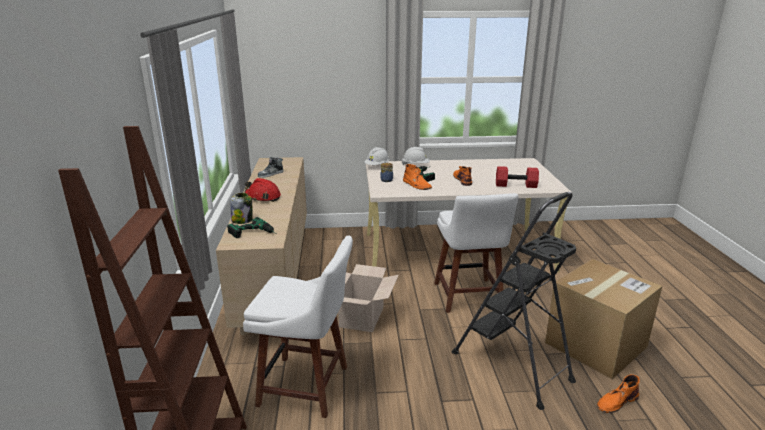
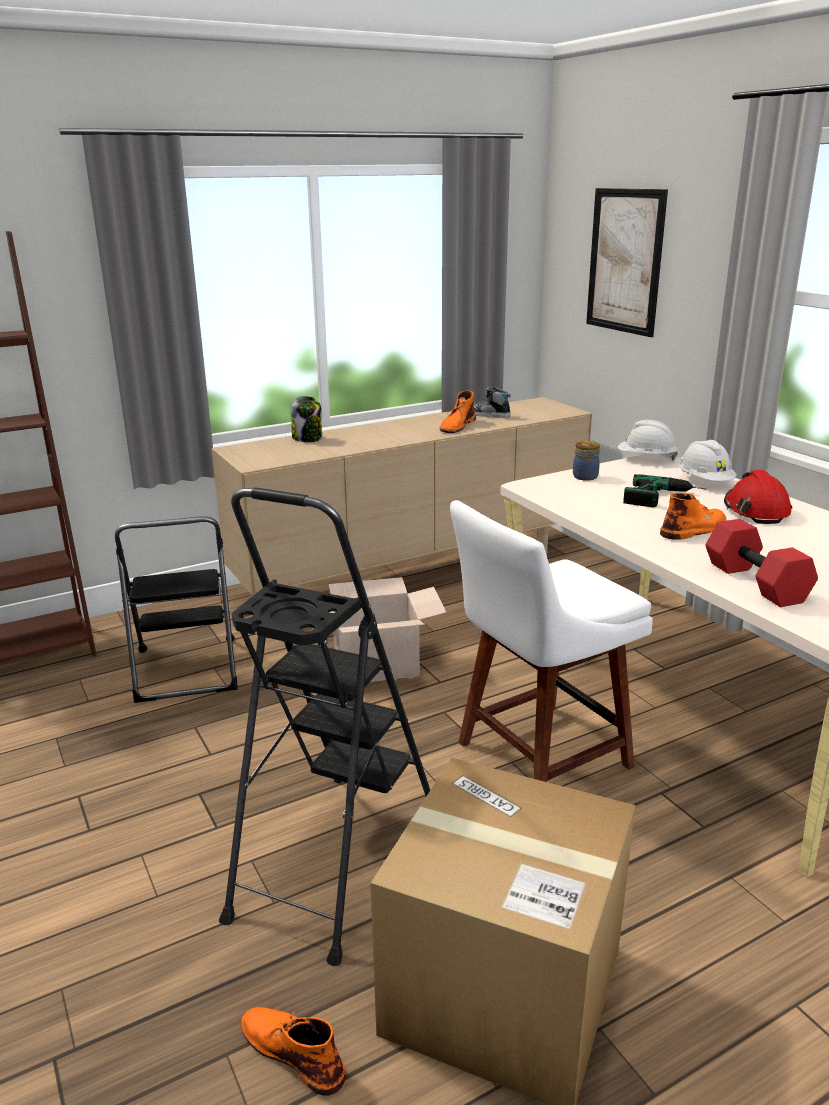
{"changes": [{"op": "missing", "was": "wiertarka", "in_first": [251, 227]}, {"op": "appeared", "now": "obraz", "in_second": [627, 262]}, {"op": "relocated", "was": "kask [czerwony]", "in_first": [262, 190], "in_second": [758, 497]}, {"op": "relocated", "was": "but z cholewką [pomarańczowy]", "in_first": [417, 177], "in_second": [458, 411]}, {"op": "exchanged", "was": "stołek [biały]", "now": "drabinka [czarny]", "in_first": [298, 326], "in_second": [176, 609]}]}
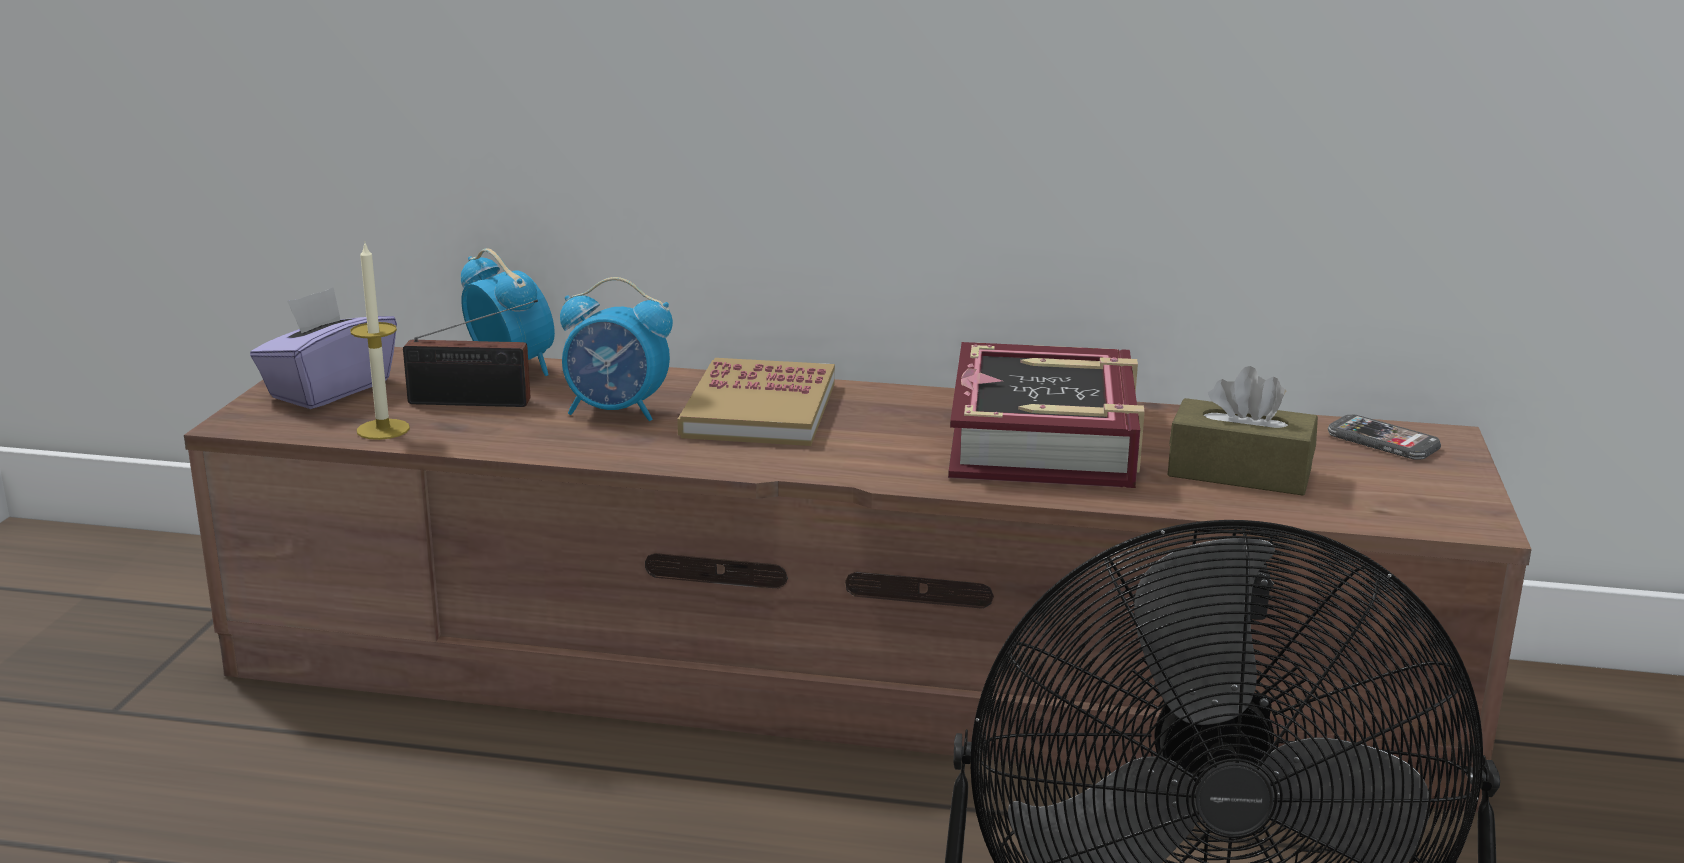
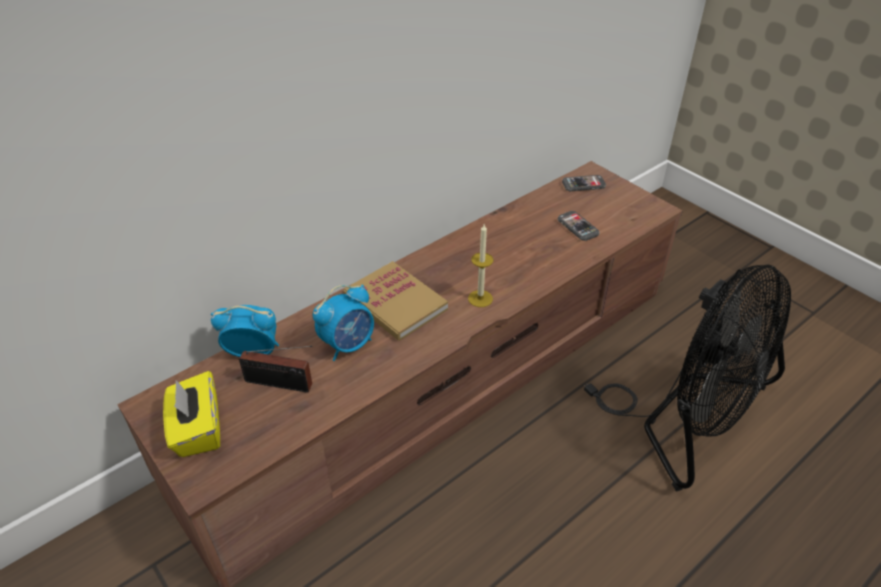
{"changes": [{"op": "missing", "was": "książka", "in_first": [1046, 415]}, {"op": "relocated", "was": "świeca", "in_first": [380, 340], "in_second": [480, 265]}, {"op": "exchanged", "was": "pudełko chusteczek [brązowy]", "now": "telefon", "in_first": [1243, 430], "in_second": [579, 226]}, {"op": "colour", "was": "pudełko chusteczek [fioletowy]", "now": "pudełko chusteczek [żółty]", "in_first": [323, 348], "in_second": [191, 414]}, {"op": "spun", "was": "radio", "in_first": [470, 353], "in_second": [275, 369], "clockwise": 60}]}
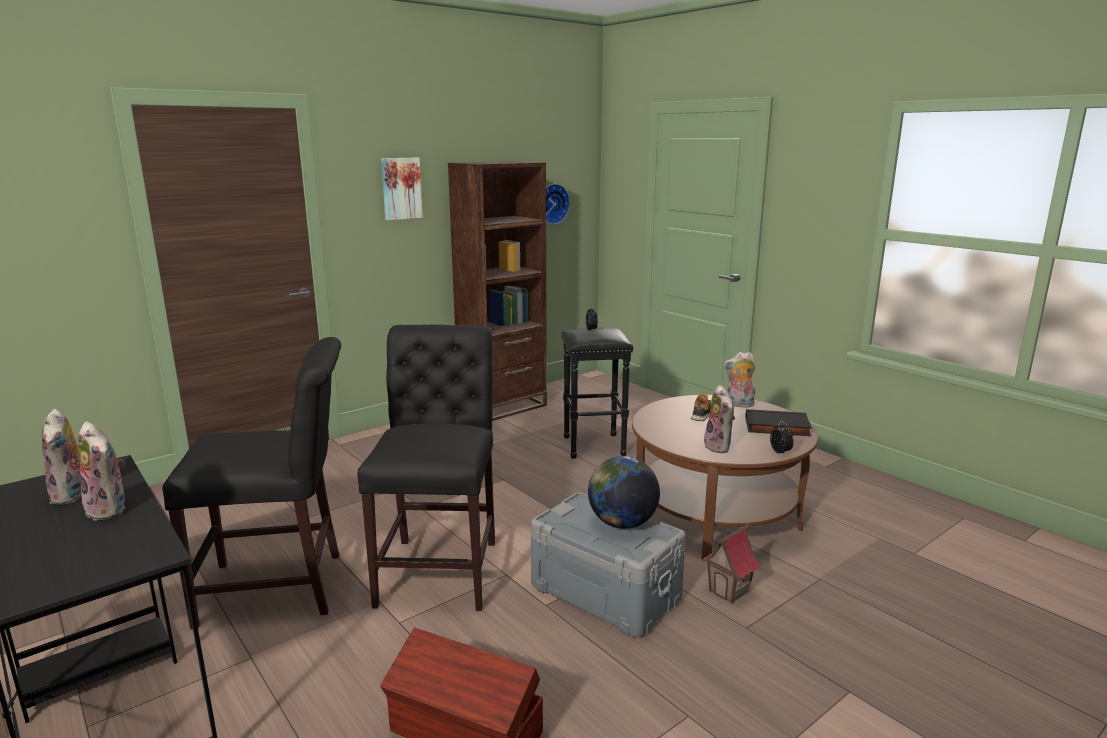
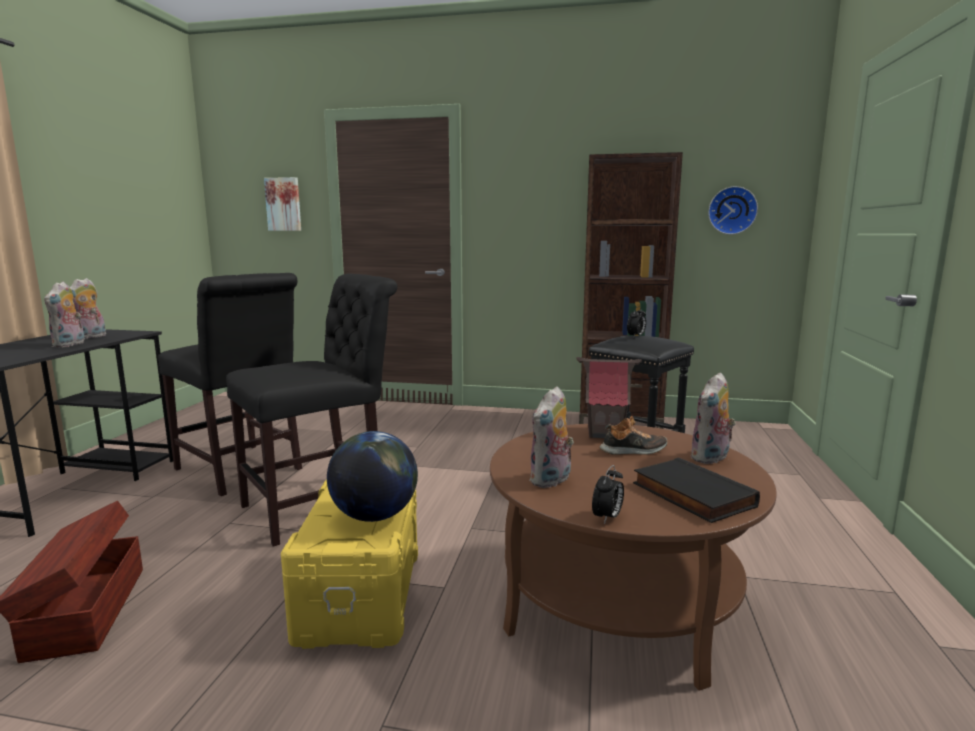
{"changes": [{"op": "relocated", "was": "obraz", "in_first": [402, 189], "in_second": [282, 204]}, {"op": "relocated", "was": "domek", "in_first": [732, 563], "in_second": [609, 397]}, {"op": "colour", "was": "pojemnik do przechowywania [szary]", "now": "pojemnik do przechowywania [żółty]", "in_first": [608, 564], "in_second": [349, 564]}, {"op": "spun", "was": "pluszak", "in_first": [739, 380], "in_second": [713, 418], "clockwise": -105}]}
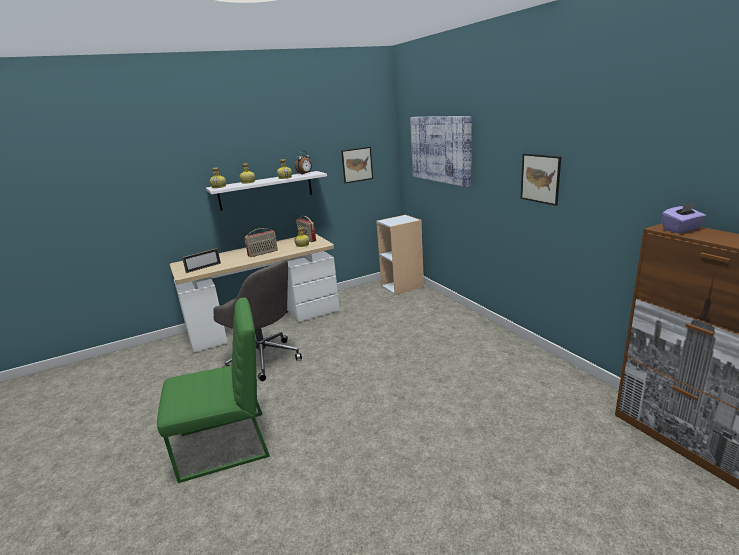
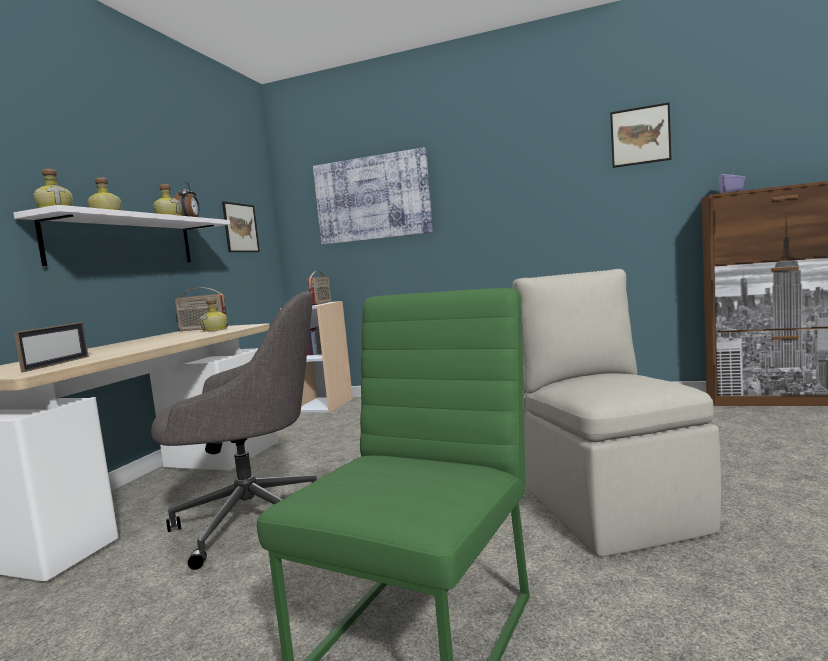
{"changes": [{"op": "appeared", "now": "krzesło [beżowy]", "in_second": [616, 413]}, {"op": "relocated", "was": "radio", "in_first": [261, 242], "in_second": [319, 288]}, {"op": "relocated", "was": "obraz", "in_first": [541, 180], "in_second": [640, 135]}]}
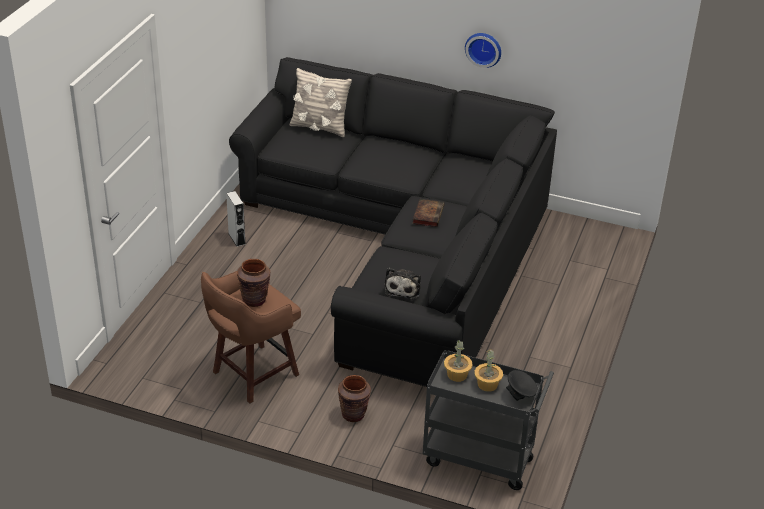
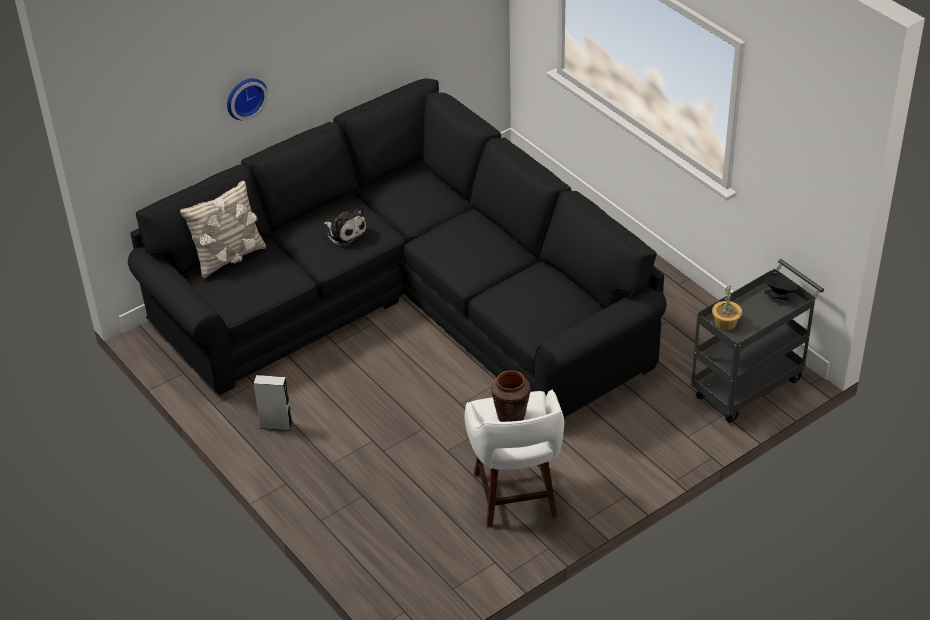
{"changes": [{"op": "missing", "was": "wazon [brązowy]", "in_first": [354, 398]}, {"op": "missing", "was": "książka", "in_first": [428, 213]}, {"op": "missing", "was": "roślina doniczkowa", "in_first": [488, 370]}, {"op": "relocated", "was": "pluszak", "in_first": [403, 284], "in_second": [346, 227]}, {"op": "relocated", "was": "zegar ścienny", "in_first": [483, 50], "in_second": [247, 99]}, {"op": "colour", "was": "stołek [brązowy]", "now": "stołek [biały]", "in_first": [251, 337], "in_second": [514, 459]}]}
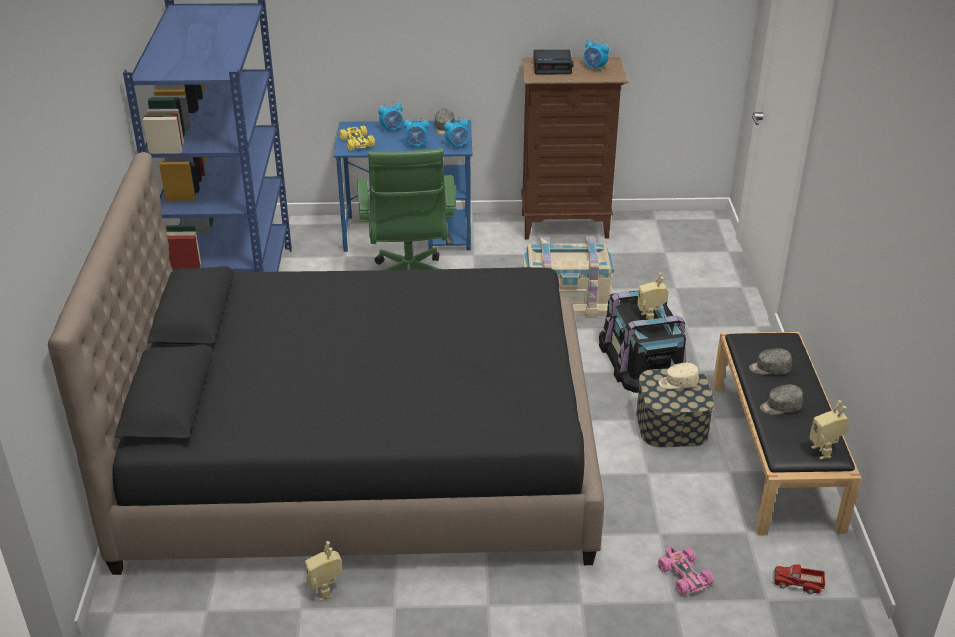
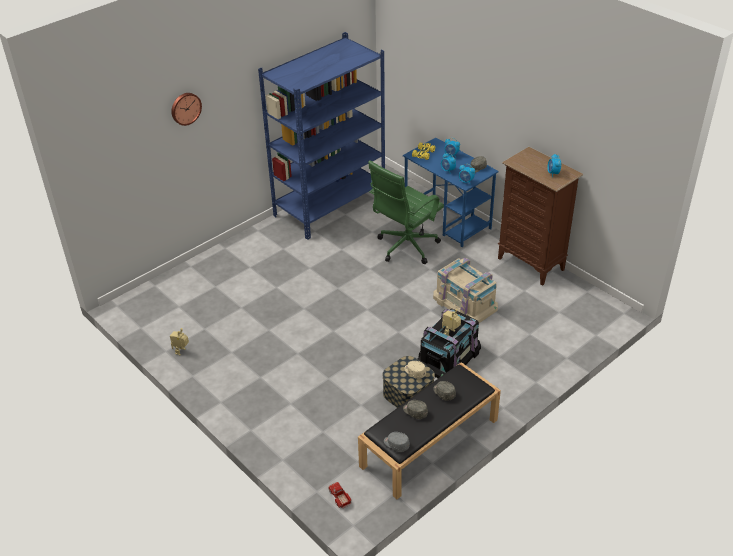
{"changes": [{"op": "missing", "was": "łóżko [czarny]", "in_first": [326, 363]}, {"op": "missing", "was": "budzik", "in_first": [553, 62]}, {"op": "missing", "was": "samochodzik [różowy]", "in_first": [686, 571]}, {"op": "appeared", "now": "zegar ścienny", "in_second": [186, 109]}, {"op": "exchanged", "was": "robot zabawkowy", "now": "czapka z daszkiem [szary]", "in_first": [829, 430], "in_second": [397, 442]}]}
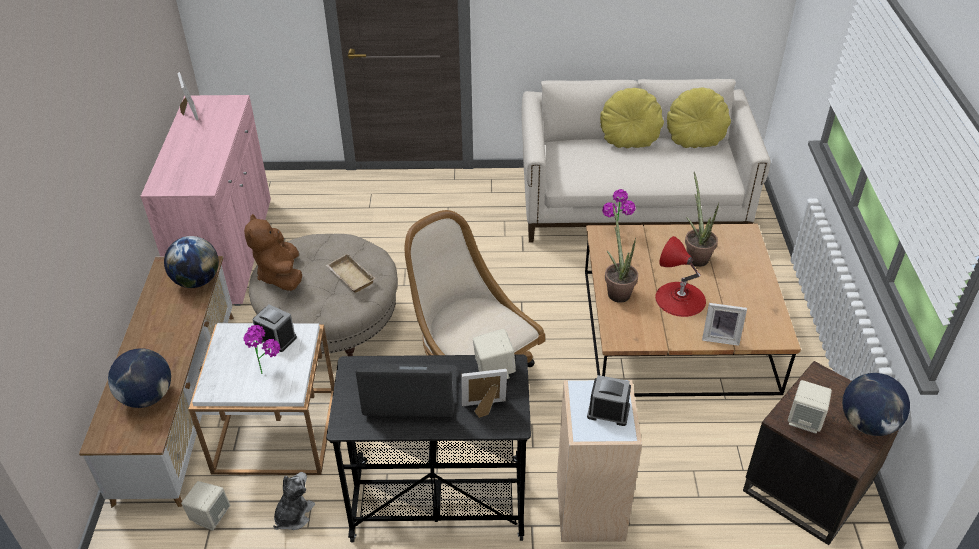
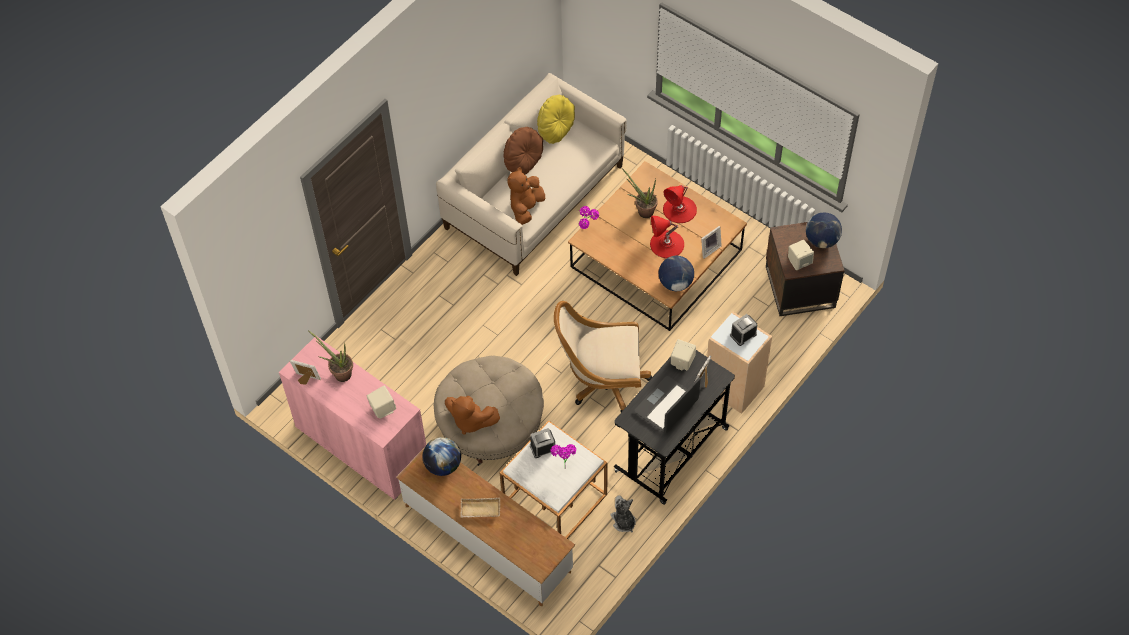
{"changes": [{"op": "appeared", "now": "pluszak [brązowy]", "in_second": [526, 196]}, {"op": "appeared", "now": "lampa stołowa [czerwony]", "in_second": [680, 204]}, {"op": "relocated", "was": "globus", "in_first": [139, 378], "in_second": [676, 273]}, {"op": "relocated", "was": "głośnik [beżowy]", "in_first": [205, 506], "in_second": [381, 402]}, {"op": "relocated", "was": "taca [beżowy]", "in_first": [350, 273], "in_second": [480, 507]}, {"op": "relocated", "was": "roślina doniczkowa", "in_first": [621, 253], "in_second": [330, 356]}, {"op": "colour", "was": "poduszka [żółty]", "now": "poduszka [brązowy]", "in_first": [632, 118], "in_second": [523, 150]}]}
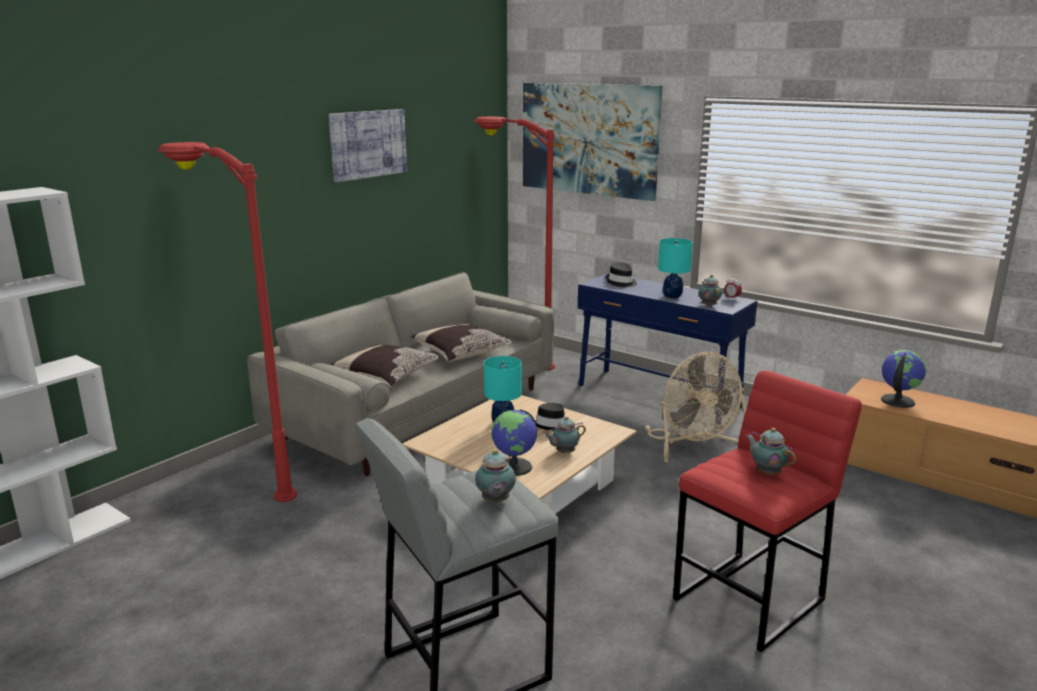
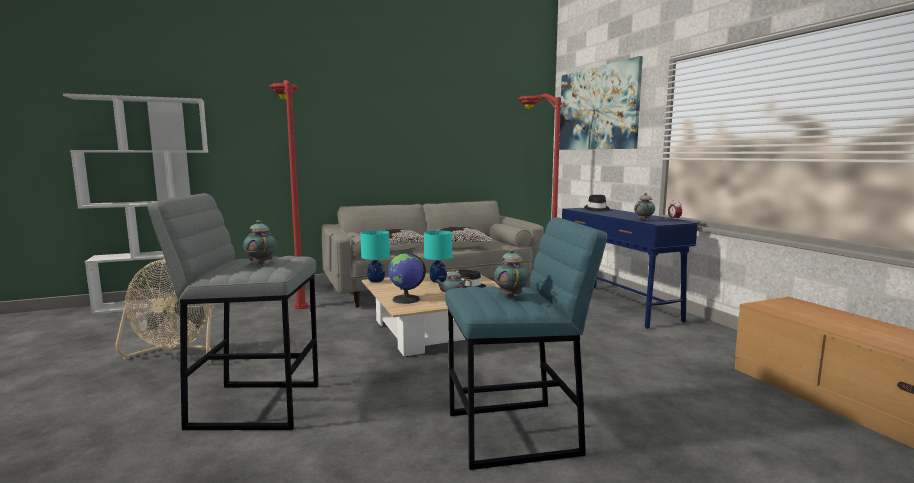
{"changes": [{"op": "missing", "was": "obraz", "in_first": [368, 145]}, {"op": "missing", "was": "globus", "in_first": [903, 379]}, {"op": "relocated", "was": "wentylator [beżowy]", "in_first": [695, 407], "in_second": [165, 311]}, {"op": "relocated", "was": "lampa stołowa [turkusowy]", "in_first": [675, 268], "in_second": [375, 256]}, {"op": "colour", "was": "stołek [czerwony]", "now": "stołek [niebieski]", "in_first": [767, 511], "in_second": [526, 343]}, {"op": "spun", "was": "imbryk", "in_first": [495, 476], "in_second": [260, 242], "clockwise": 120}]}
